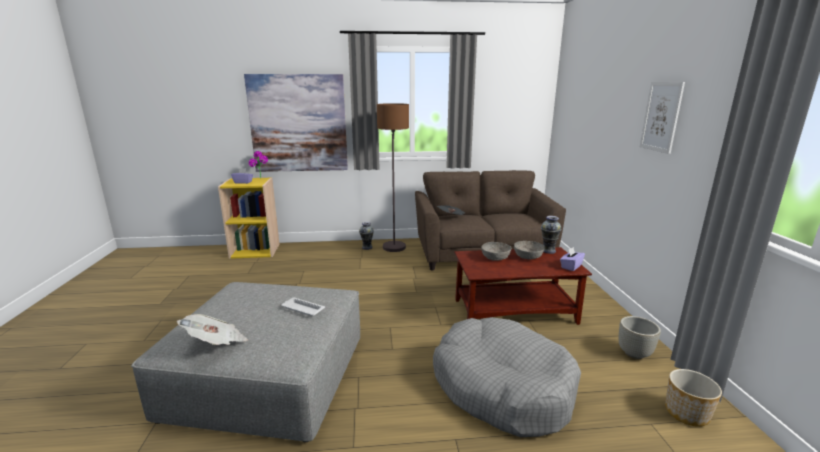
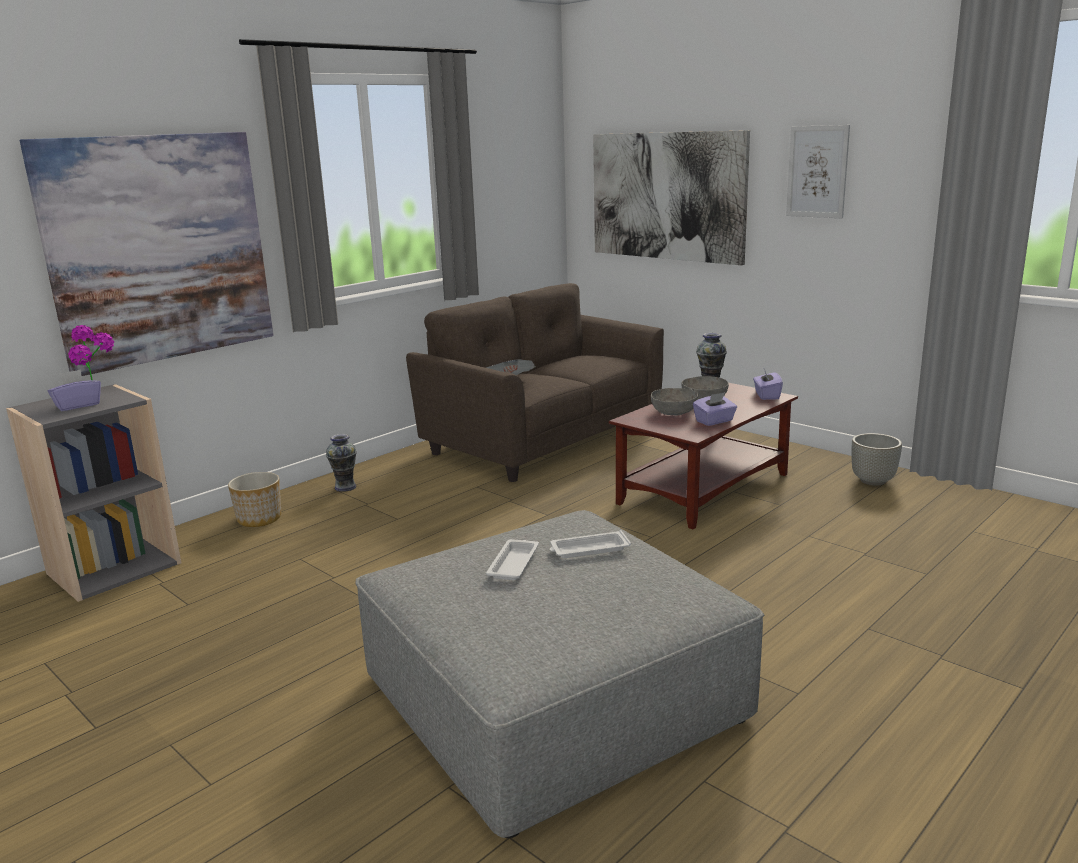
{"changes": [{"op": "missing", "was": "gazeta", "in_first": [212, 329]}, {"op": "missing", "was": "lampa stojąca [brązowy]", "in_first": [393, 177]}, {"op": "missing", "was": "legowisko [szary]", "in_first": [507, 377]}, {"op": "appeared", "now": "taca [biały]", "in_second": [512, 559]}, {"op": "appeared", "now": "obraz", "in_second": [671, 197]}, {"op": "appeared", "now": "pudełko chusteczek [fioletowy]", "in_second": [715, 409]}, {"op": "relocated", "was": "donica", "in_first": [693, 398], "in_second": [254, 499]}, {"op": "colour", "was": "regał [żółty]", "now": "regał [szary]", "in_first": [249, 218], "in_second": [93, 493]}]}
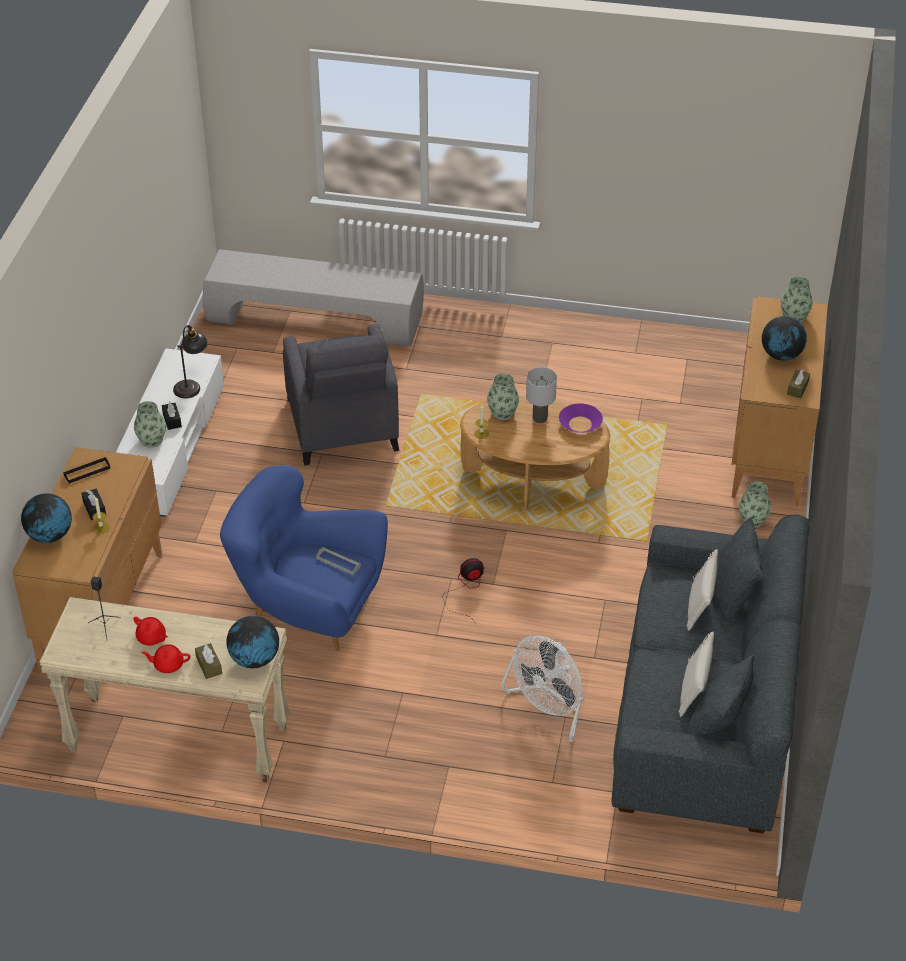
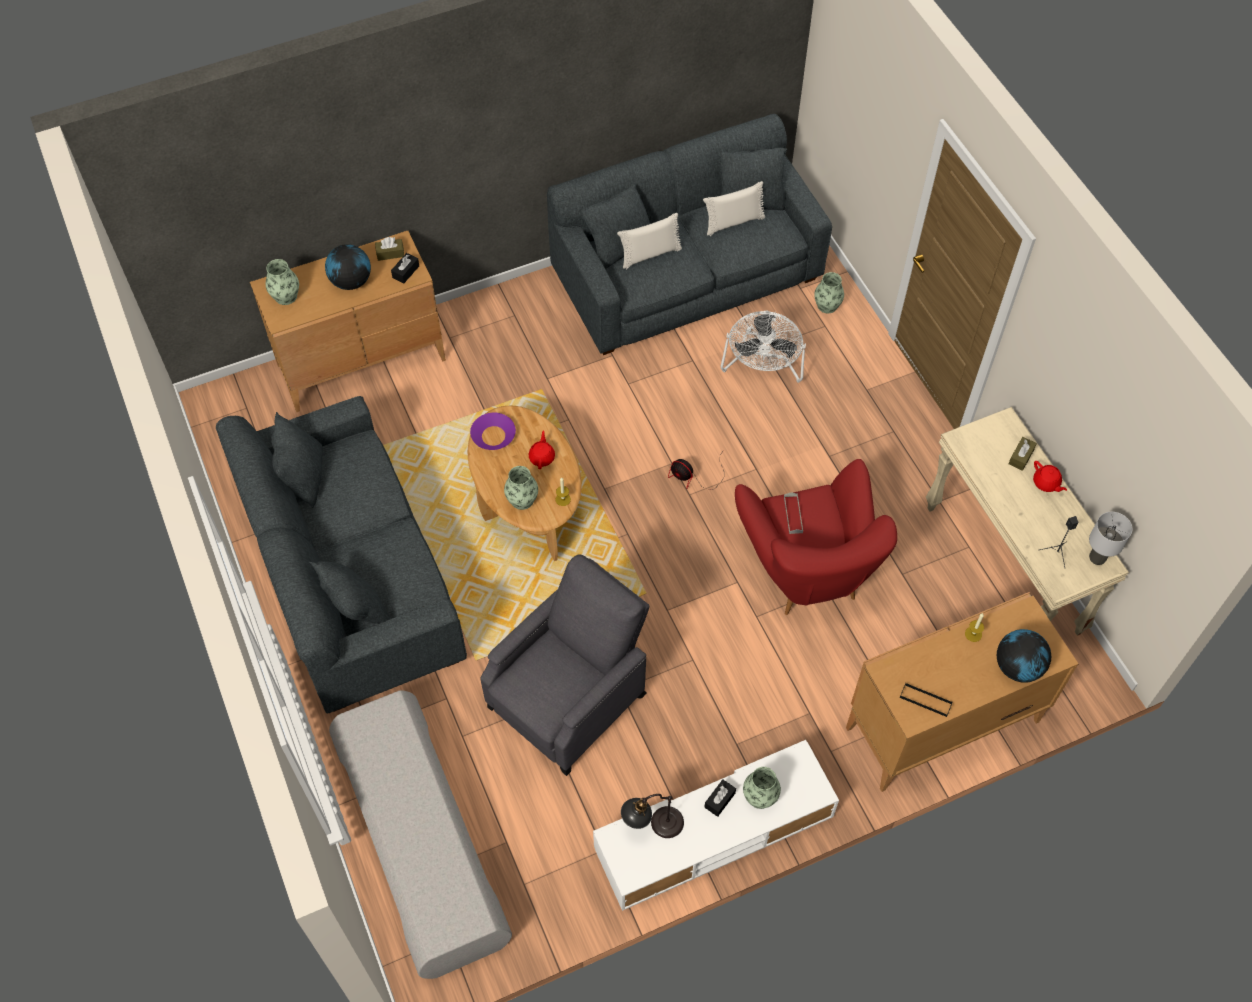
{"changes": [{"op": "missing", "was": "globus", "in_first": [252, 641]}, {"op": "appeared", "now": "kanapa [szary]", "in_second": [341, 555]}, {"op": "relocated", "was": "pudełko chusteczek [czarny]", "in_first": [94, 504], "in_second": [405, 268]}, {"op": "relocated", "was": "imbryk [czerwony]", "in_first": [151, 631], "in_second": [542, 449]}, {"op": "relocated", "was": "lampa stołowa [biały]", "in_first": [541, 395], "in_second": [1110, 538]}, {"op": "relocated", "was": "wazon", "in_first": [755, 504], "in_second": [829, 292]}, {"op": "colour", "was": "fotel [niebieski]", "now": "fotel [czerwony]", "in_first": [304, 558], "in_second": [816, 537]}, {"op": "spun", "was": "wentylator [biały]", "in_first": [542, 689], "in_second": [763, 346], "clockwise": 90}]}
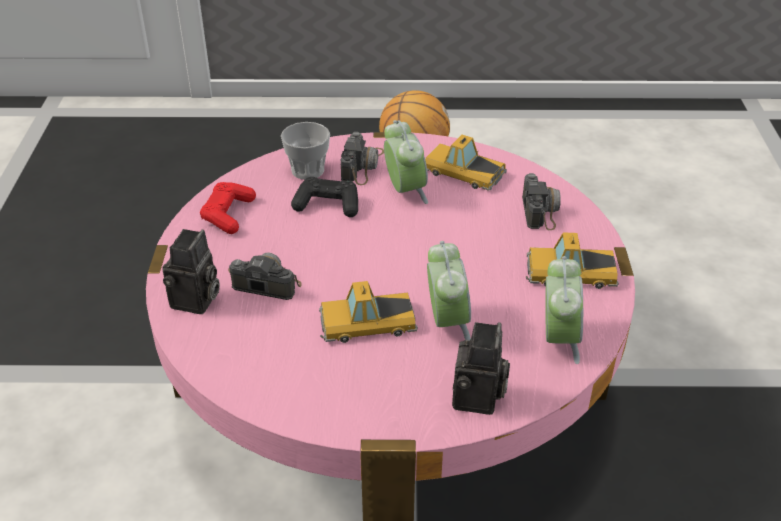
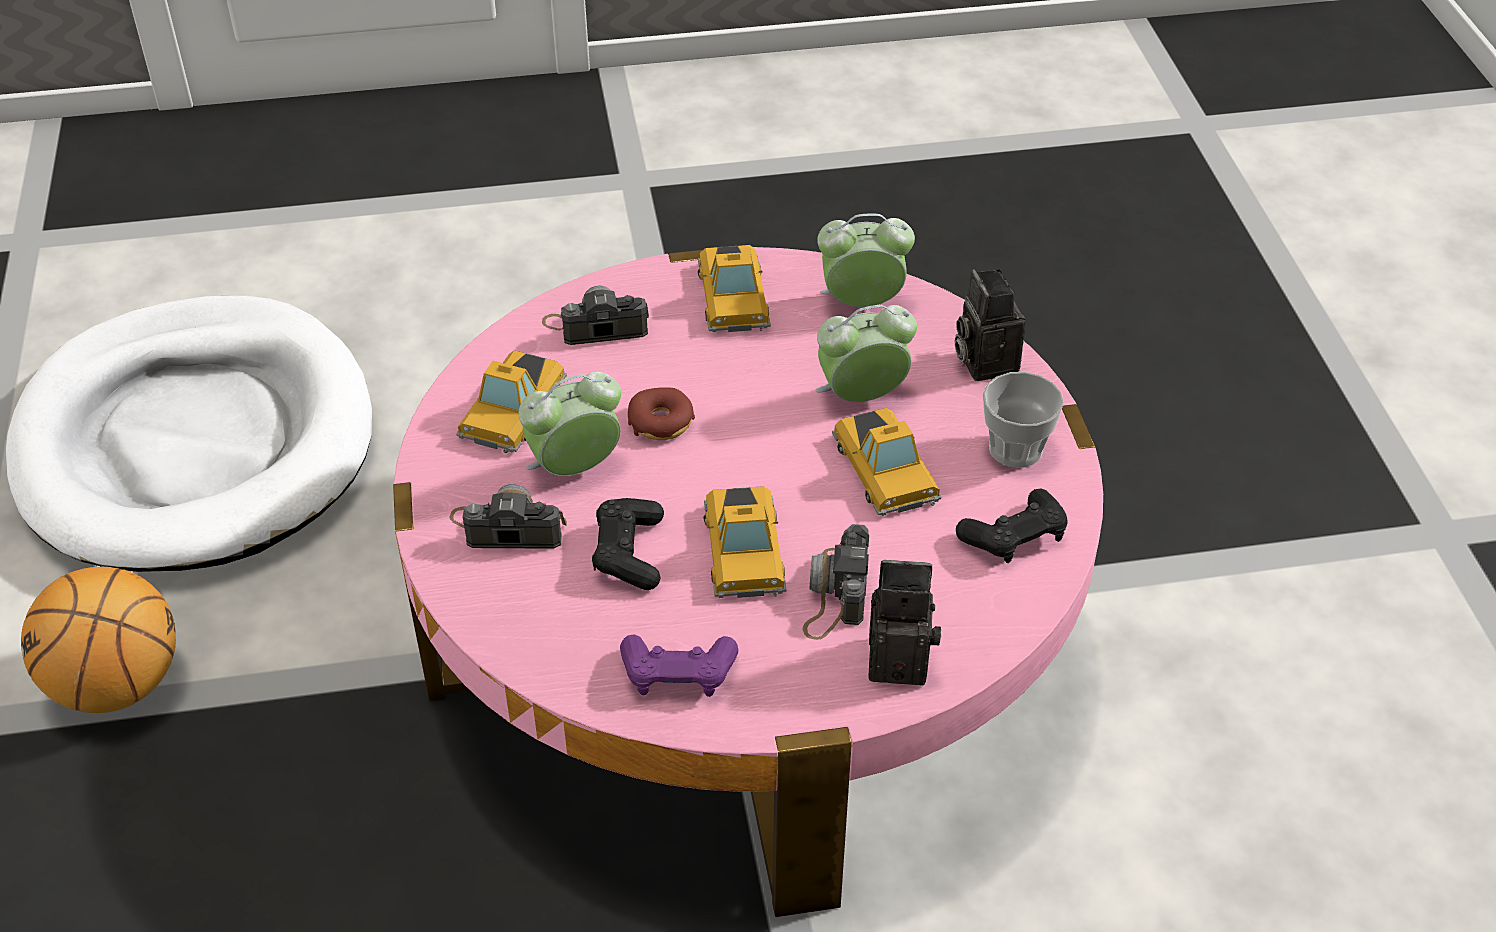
{"changes": [{"op": "appeared", "now": "legowisko [biały]", "in_second": [189, 434]}, {"op": "appeared", "now": "donut", "in_second": [661, 413]}, {"op": "appeared", "now": "samochodzik", "in_second": [745, 542]}, {"op": "appeared", "now": "pad do gier [czarny]", "in_second": [1011, 526]}, {"op": "relocated", "was": "filiżanka", "in_first": [305, 151], "in_second": [1023, 420]}, {"op": "colour", "was": "pad do gier [czerwony]", "now": "pad do gier [fioletowy]", "in_first": [228, 208], "in_second": [679, 665]}, {"op": "spun", "was": "aparat fotograficzny", "in_first": [481, 368], "in_second": [990, 325], "clockwise": -105}]}
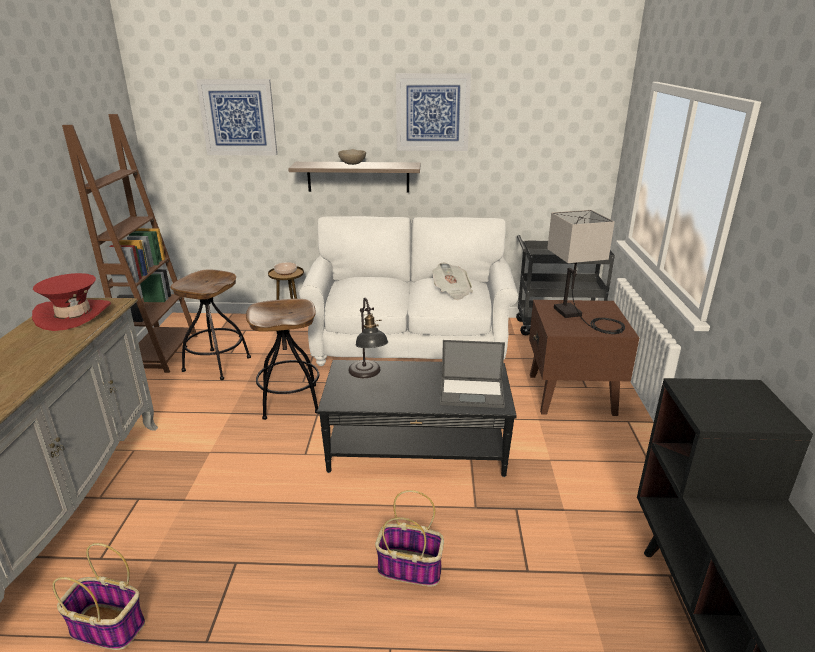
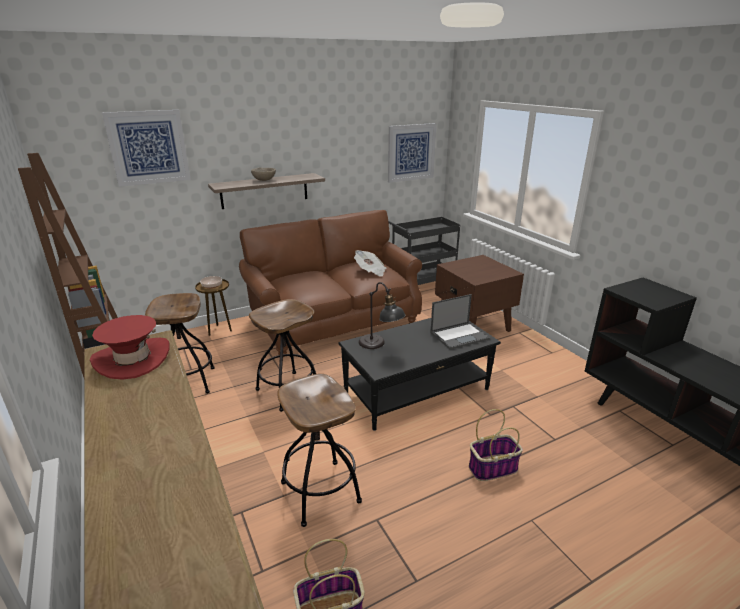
{"changes": [{"op": "missing", "was": "lampa stołowa", "in_first": [586, 272]}, {"op": "appeared", "now": "stołek [brązowy]", "in_second": [319, 450]}, {"op": "relocated", "was": "obraz", "in_first": [433, 112], "in_second": [412, 153]}, {"op": "colour", "was": "kanapa [biały]", "now": "kanapa [brązowy]", "in_first": [408, 291], "in_second": [330, 283]}]}
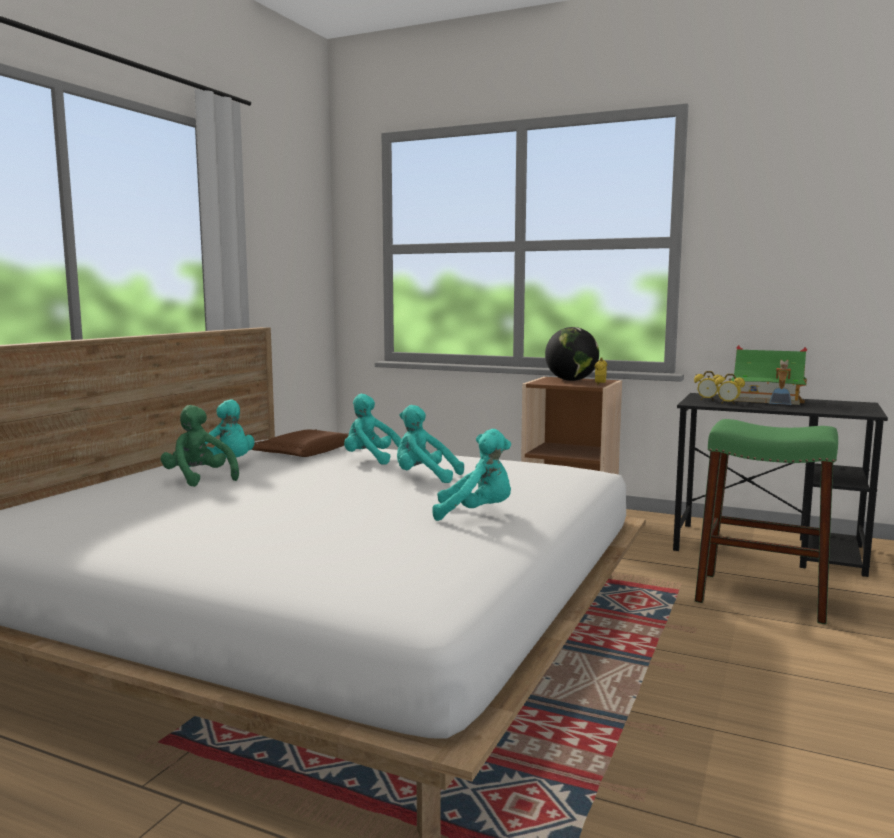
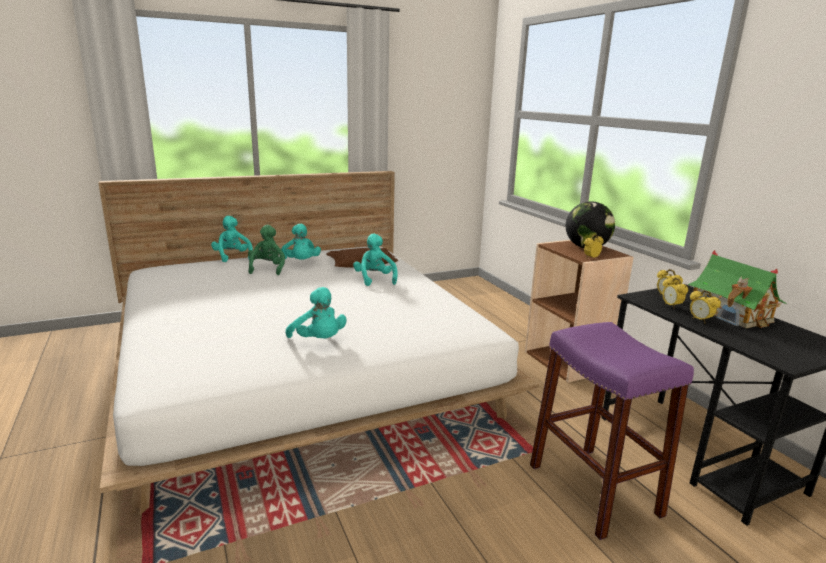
{"changes": [{"op": "appeared", "now": "budzik", "in_second": [705, 306]}, {"op": "relocated", "was": "pluszak [turkusowy]", "in_first": [430, 444], "in_second": [232, 239]}, {"op": "colour", "was": "stołek [zielony]", "now": "stołek [fioletowy]", "in_first": [766, 521], "in_second": [612, 431]}]}
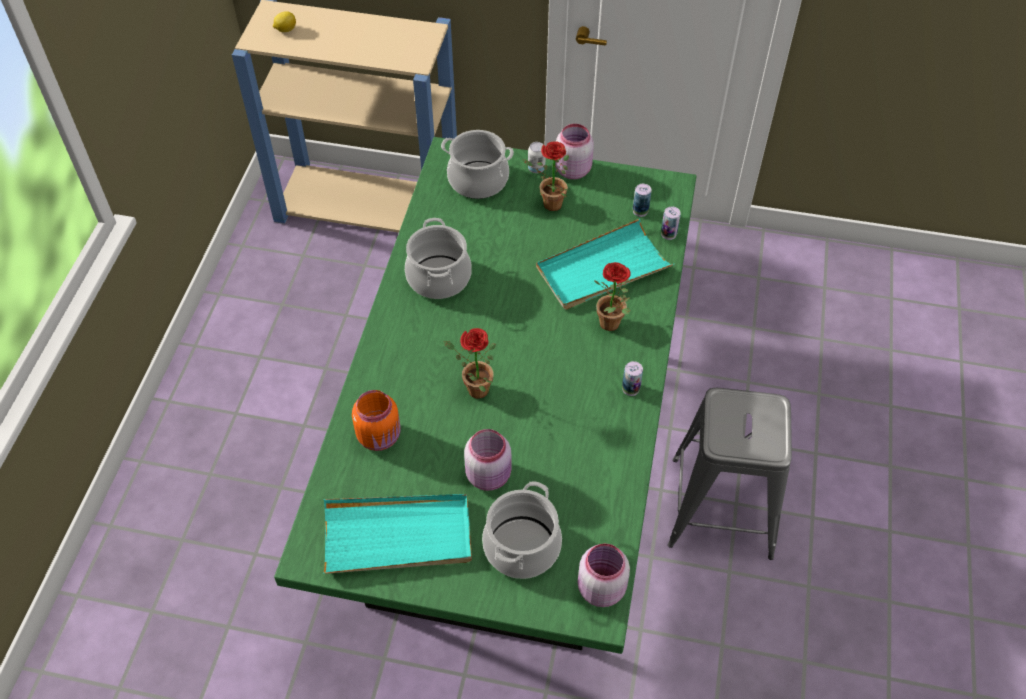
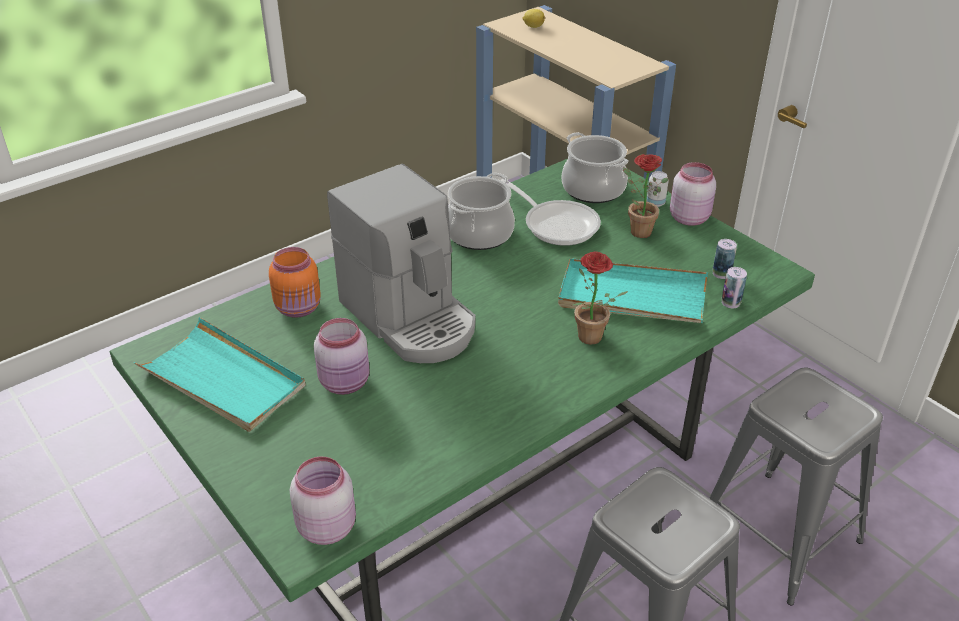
{"changes": [{"op": "missing", "was": "garnek", "in_first": [522, 530]}, {"op": "missing", "was": "puszka", "in_first": [632, 378]}, {"op": "appeared", "now": "patelnia", "in_second": [551, 212]}, {"op": "appeared", "now": "stołek [szary]", "in_second": [796, 486]}, {"op": "exchanged", "was": "roślina doniczkowa", "now": "ekspres do kawy", "in_first": [470, 363], "in_second": [401, 263]}]}
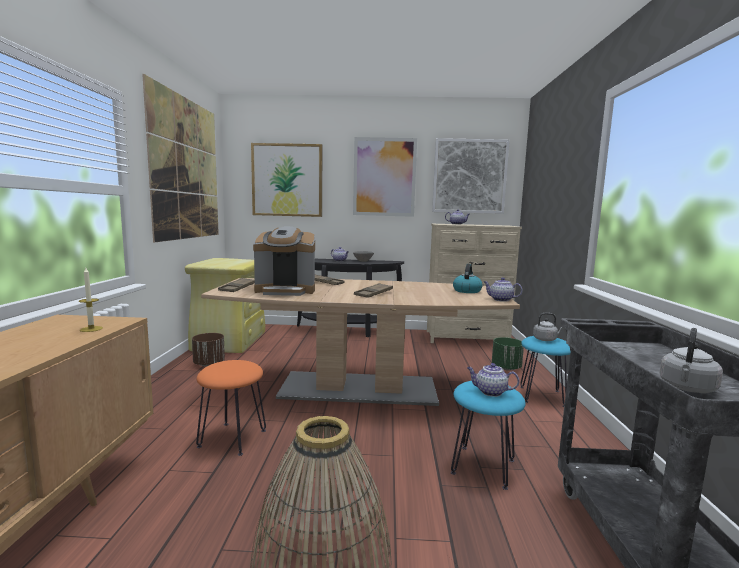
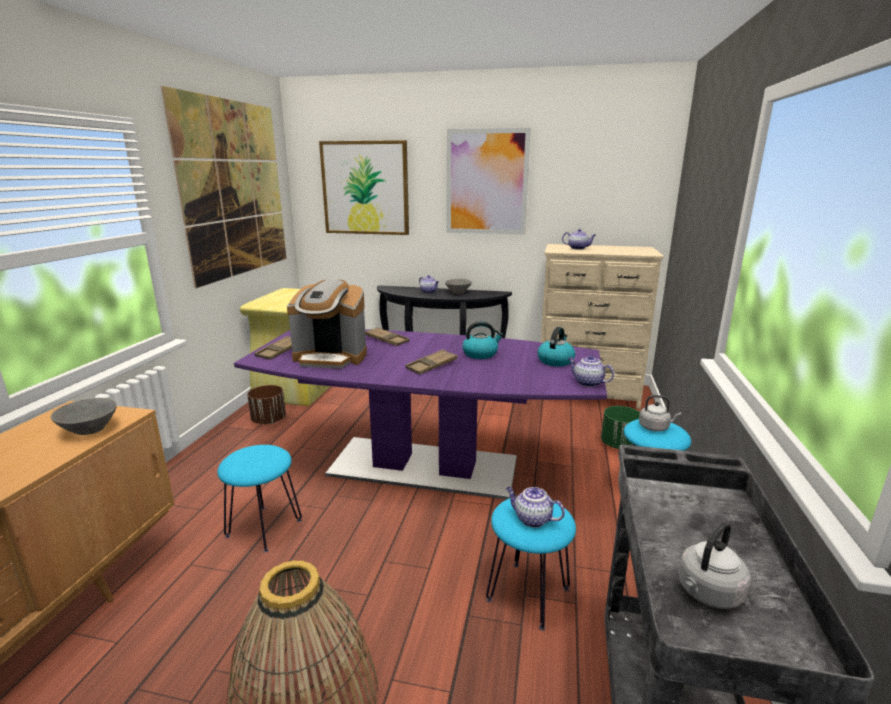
{"changes": [{"op": "missing", "was": "obraz", "in_first": [471, 176]}, {"op": "appeared", "now": "czajnik", "in_second": [482, 340]}, {"op": "exchanged", "was": "świeca", "now": "miska [szary]", "in_first": [91, 300], "in_second": [84, 416]}, {"op": "colour", "was": "stołek [pomarańczowy]", "now": "stołek [turkusowy]", "in_first": [231, 408], "in_second": [259, 499]}, {"op": "colour", "was": "stół jadalny [brązowy]", "now": "stół jadalny [fioletowy]", "in_first": [360, 342], "in_second": [420, 414]}]}
